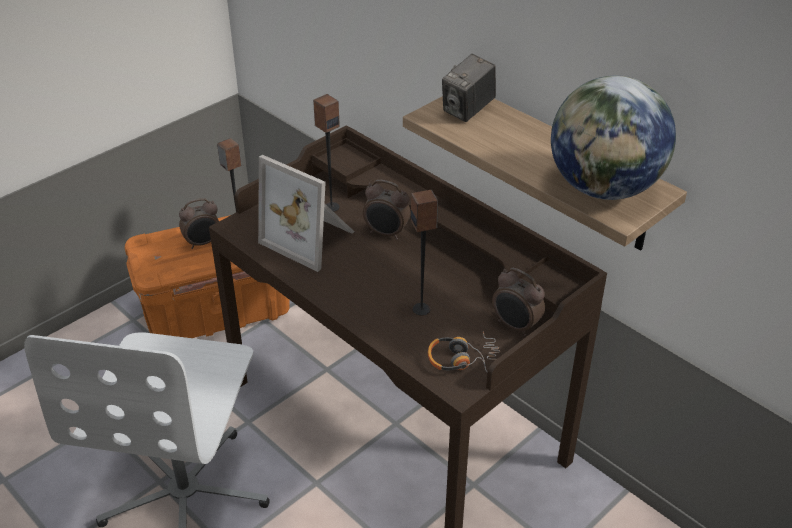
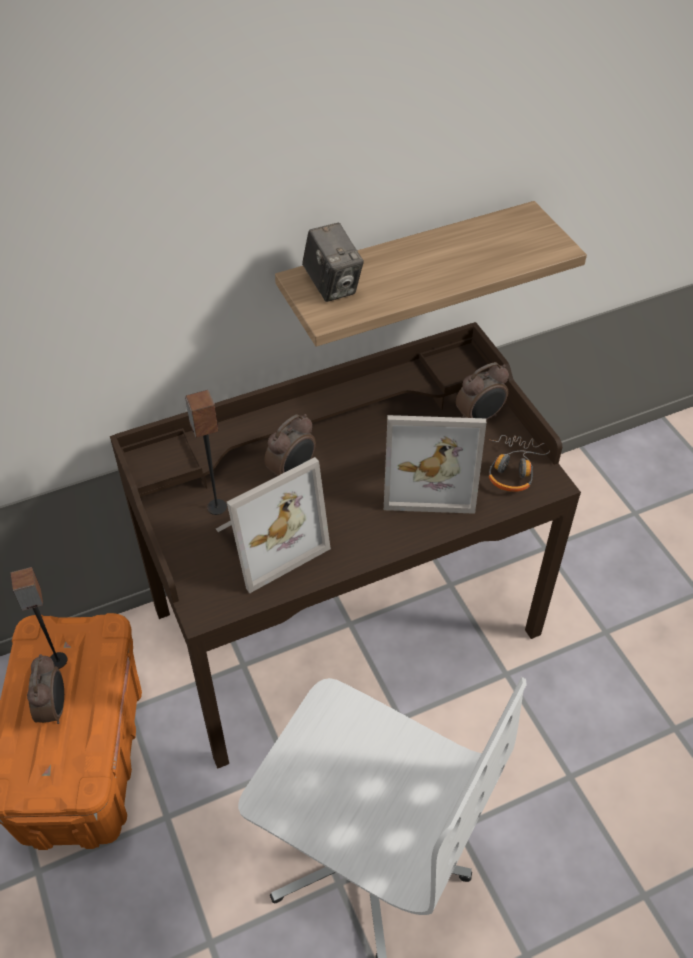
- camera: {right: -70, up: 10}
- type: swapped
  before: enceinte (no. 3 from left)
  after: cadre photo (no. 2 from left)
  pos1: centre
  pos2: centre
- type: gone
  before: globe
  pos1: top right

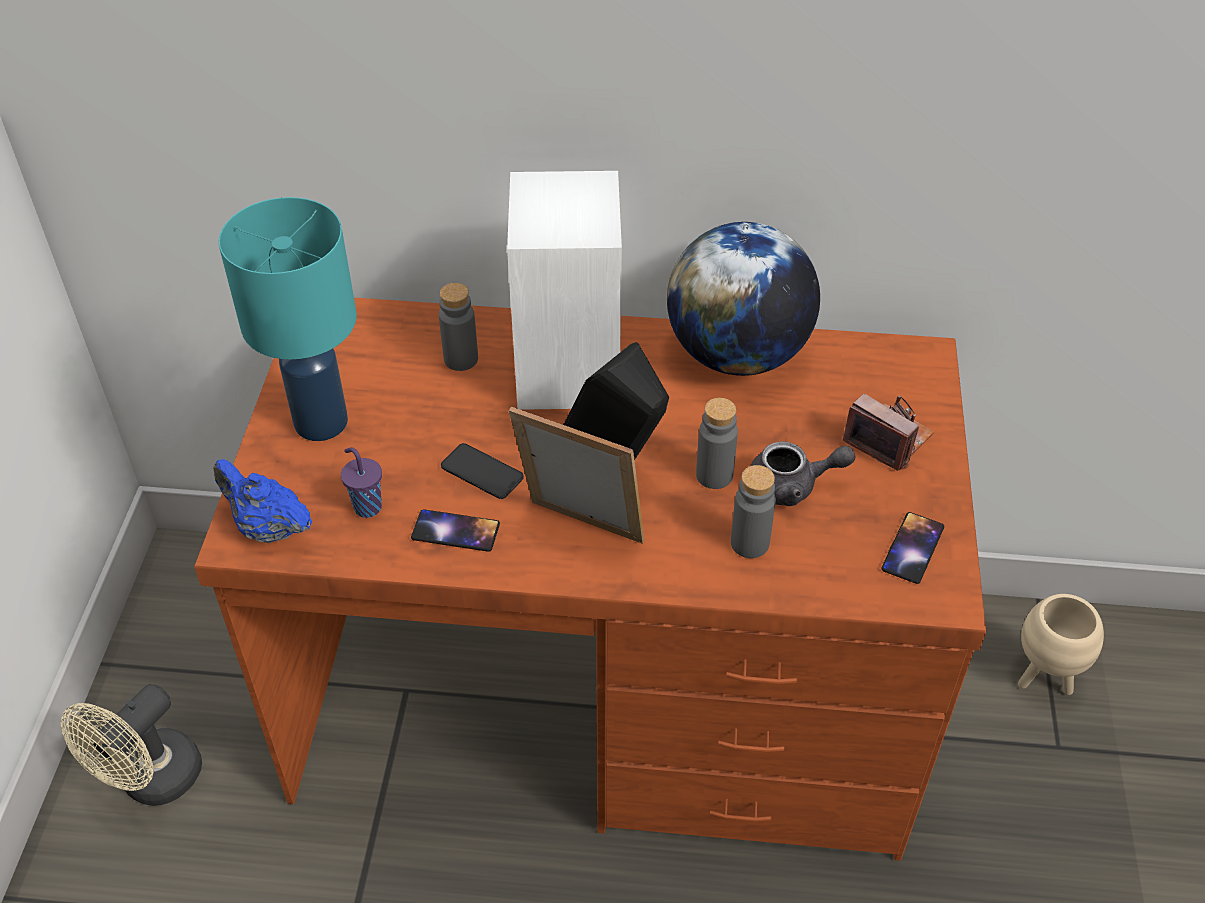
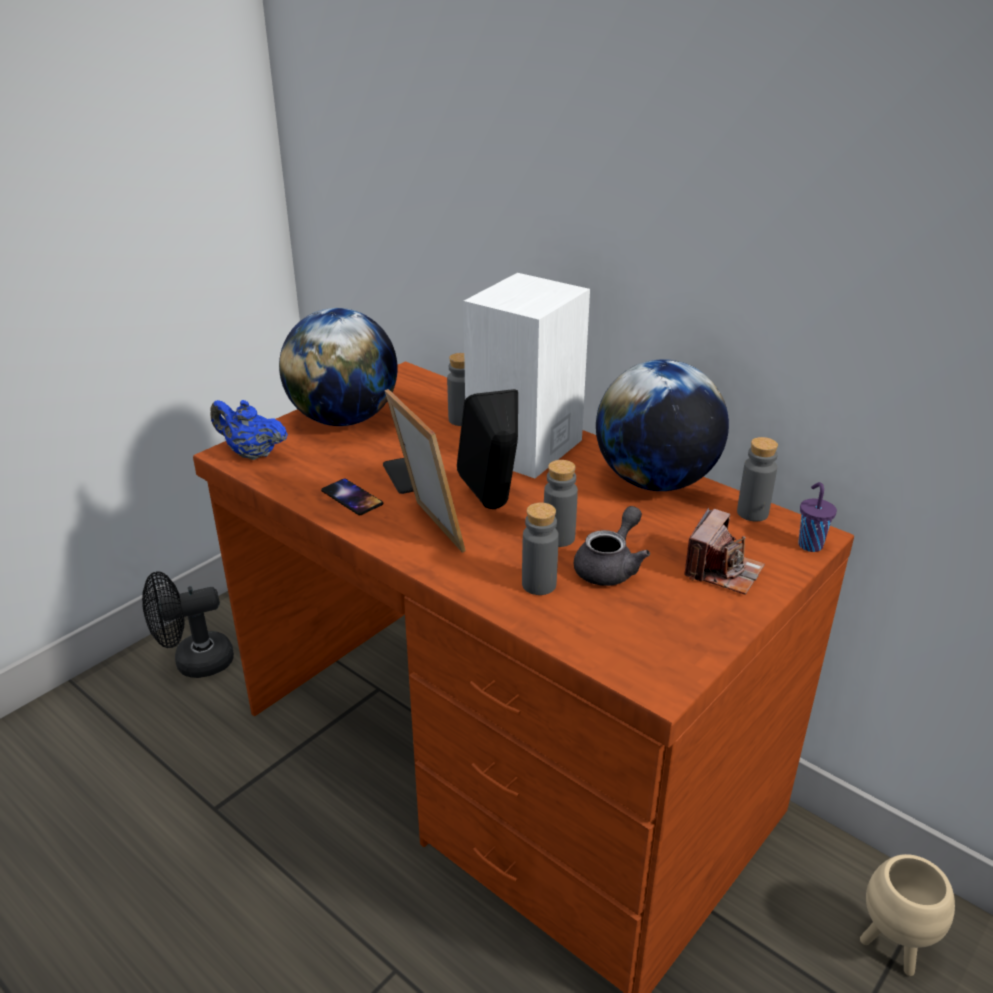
- camera: {right: 35, up: -15}
- type: repainted
  before: ventilateur/beige
  after: ventilateur/noir
  pos1: bottom left
  pos2: middle left
- type: rotated
  before: théière/bleu
  pos1: middle left
  pos2: middle left
  turn: -45
- type: swapped
  before: lampe de table/turquoise
  after: globe (no. 1 from left)
  pos1: middle left
  pos2: centre
- type: rotated
  before: théière/gris
  pos1: centre
  pos2: centre
  turn: -90
- type: rotated
  before: appareil photo
  pos1: middle right
  pos2: middle right
  turn: 45
- type: new
  after: bouteille/gris (no. 4 from left)
  pos2: middle right
- type: shifted
  before: tasse/violet
  pos1: middle left
  pos2: middle right
- type: gone
  before: téléphone (no. 3 from left)
  pos1: middle right

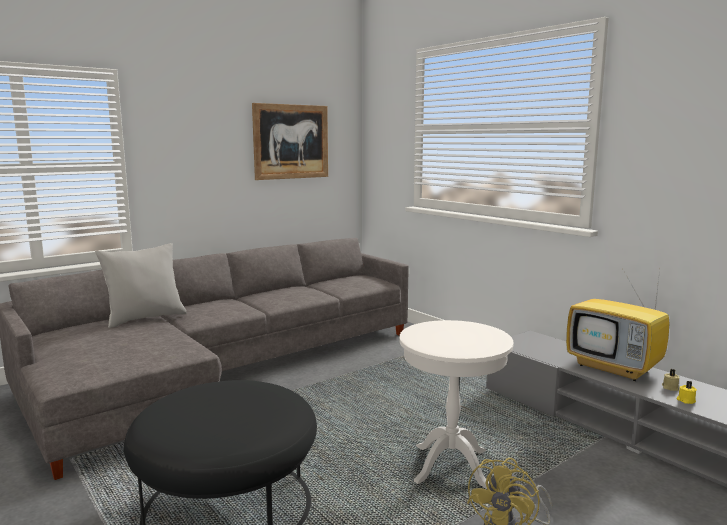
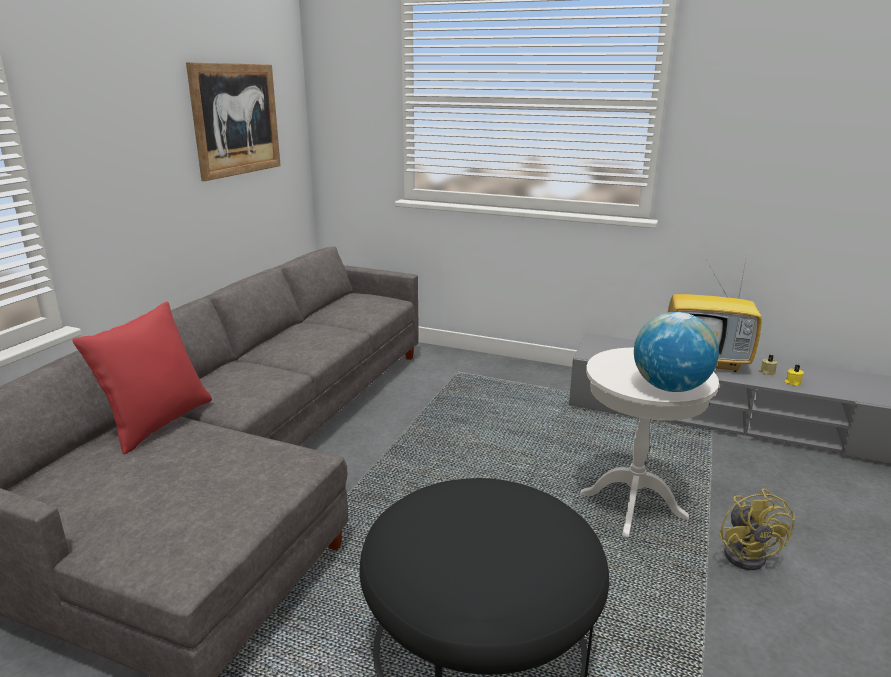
- camera: {right: -30, up: 10}
- type: repainted
  before: coussin/gris
  after: coussin/rouge
  pos1: middle left
  pos2: middle left
- type: new
  after: globe
  pos2: middle right

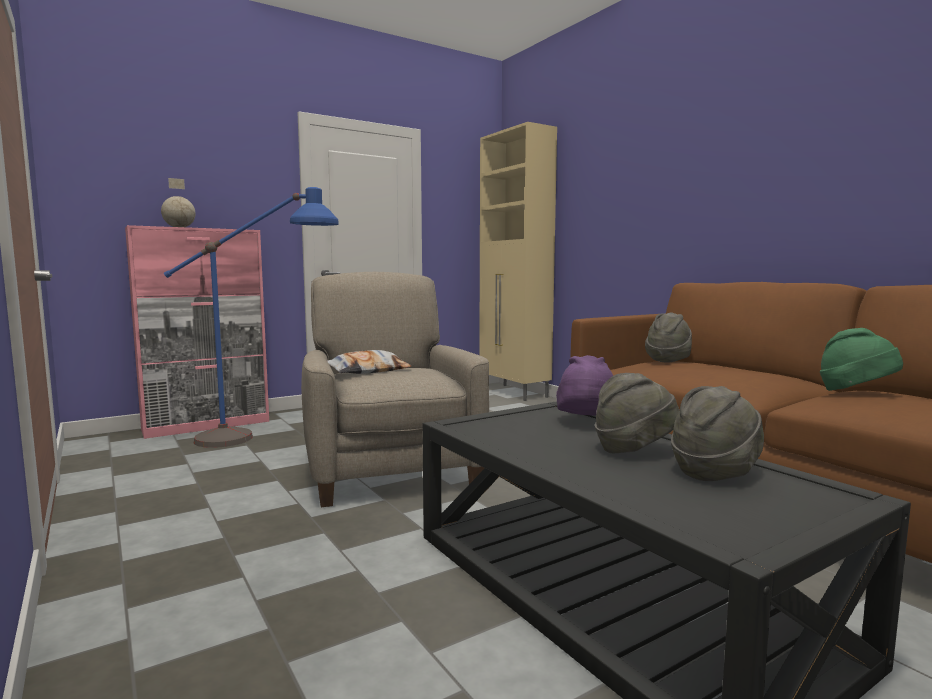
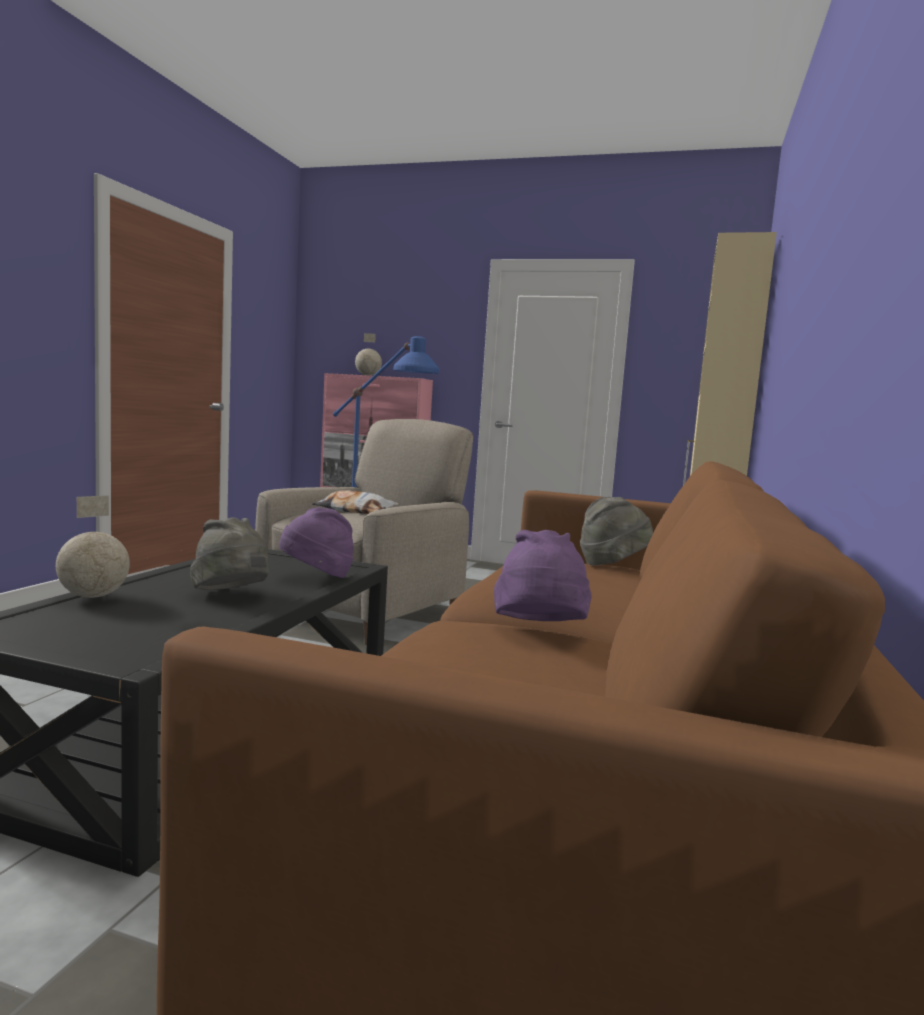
- camera: {right: 50, up: 0}
- type: new
  after: globe (no. 1 from left)
  pos2: middle left
- type: repainted
  before: chapeau/vert
  after: chapeau/violet (no. 2 from left)
  pos1: middle right
  pos2: centre
- type: gone
  before: chapeau/gris (no. 3 from left)
  pos1: middle right

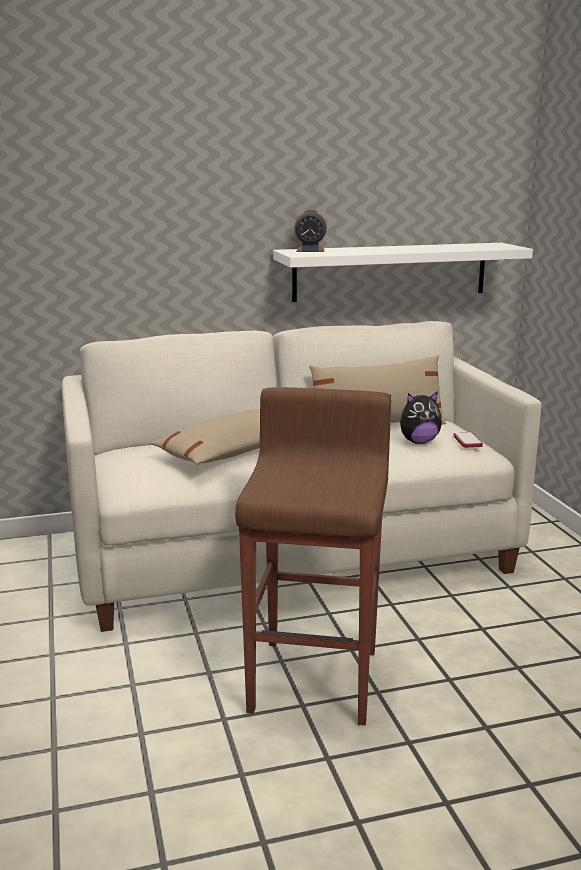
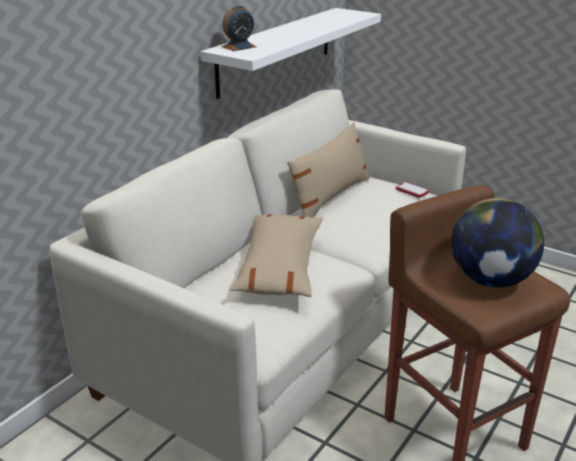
- camera: {right: -40, up: 10}
- type: new
  after: globe
  pos2: middle right
- type: gone
  before: peluche
  pos1: middle right

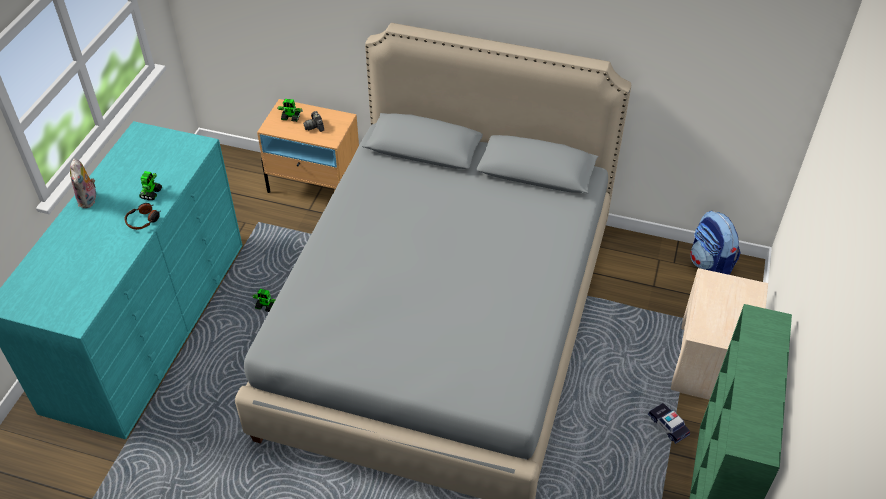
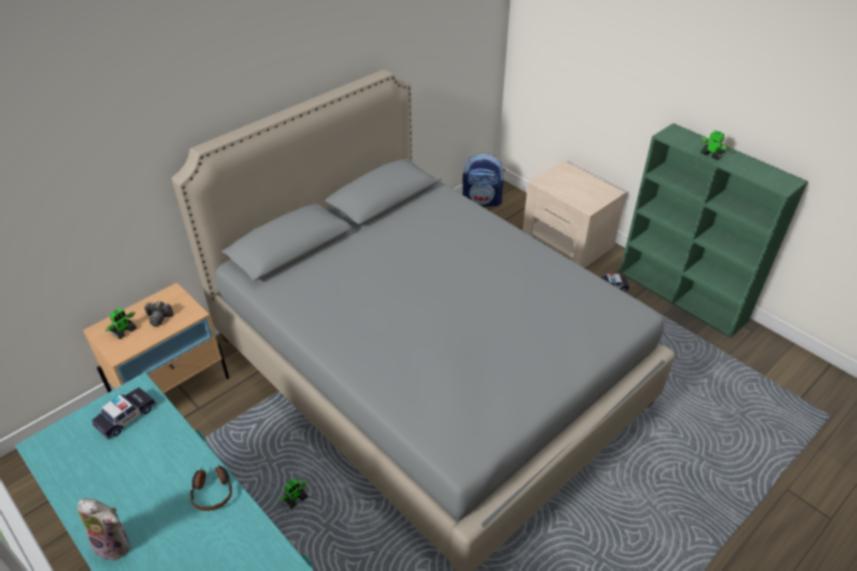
- camera: {right: -60, up: -5}
- type: new
  after: petite voiture (no. 1 from left)
  pos2: bottom left
- type: shifted
  before: robot jouet (no. 1 from left in the first image)
  after: robot jouet (no. 3 from left)
  pos1: middle left
  pos2: top right

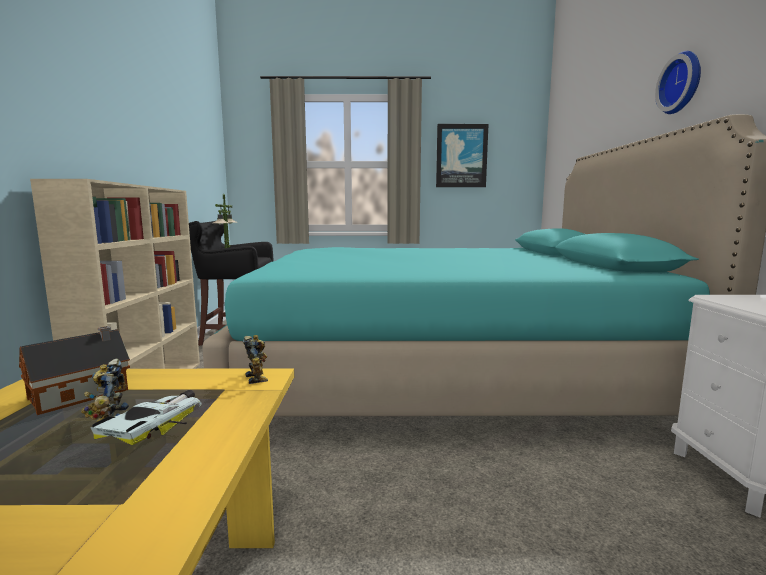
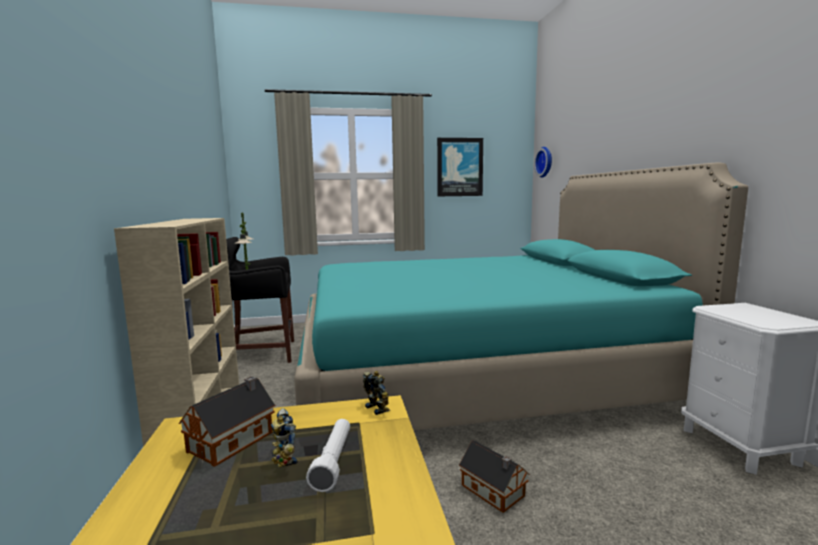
- camera: {right: -10, up: 0}
- type: swapped
  before: petite voiture
  after: lampe de poche/blanc
  pos1: bottom left
  pos2: bottom centre
- type: new
  after: maison miniature (no. 2 from left)
  pos2: bottom centre
- type: shifted
  before: horloge murale
  pos1: top right
  pos2: top centre

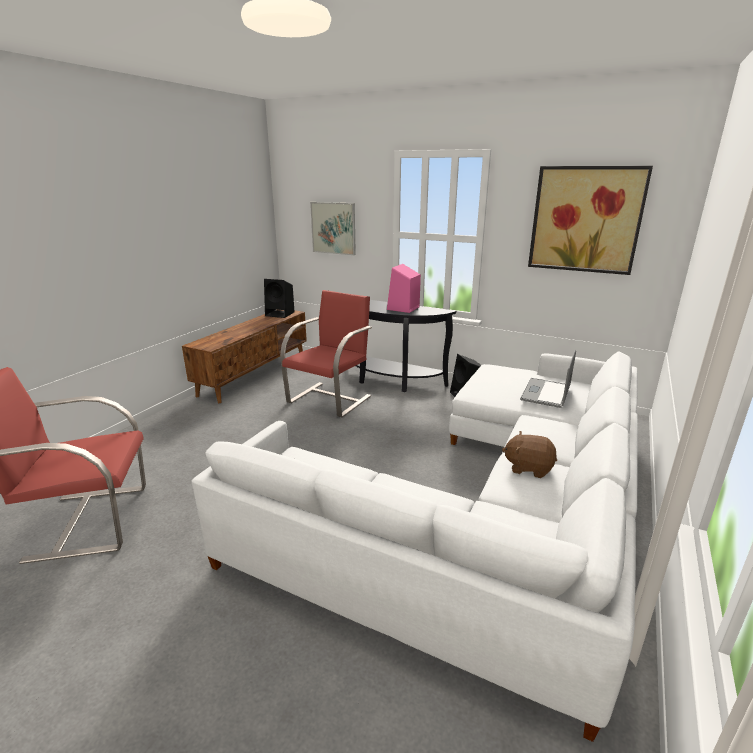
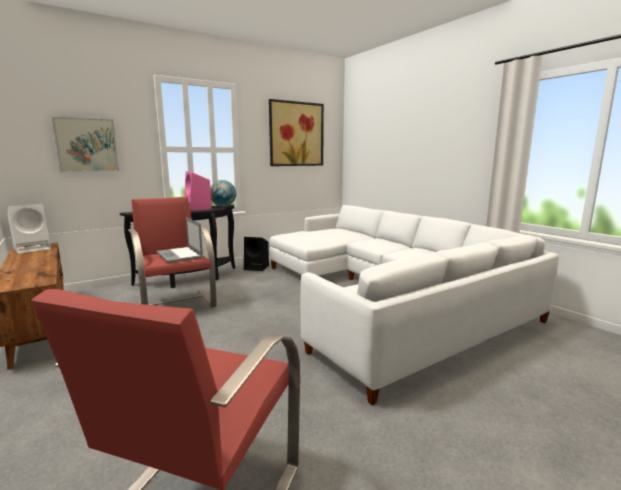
- camera: {right: -60, up: -10}
- type: repainted
  before: enceinte/noir (no. 1 from left)
  after: enceinte/blanc
  pos1: centre
  pos2: middle left
- type: shifted
  before: ordinateur portable
  pos1: middle right
  pos2: middle left
- type: new
  after: globe
  pos2: centre
- type: gone
  before: peluche/marron
  pos1: middle right

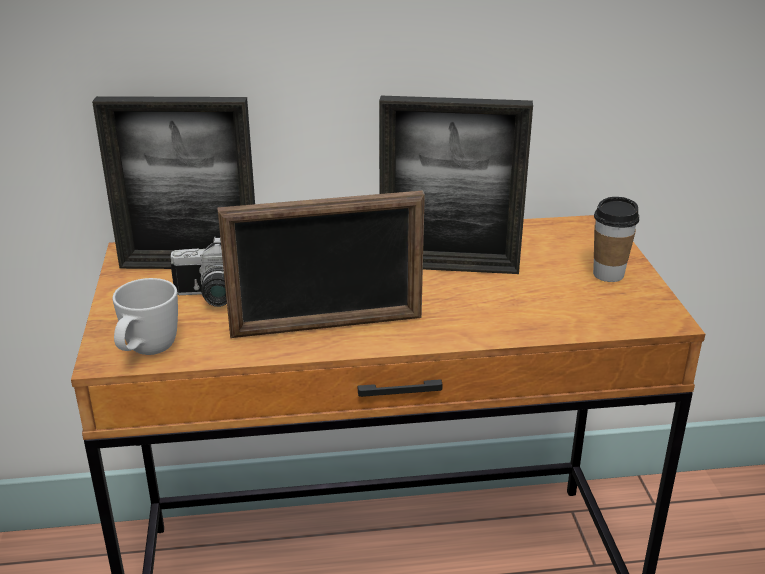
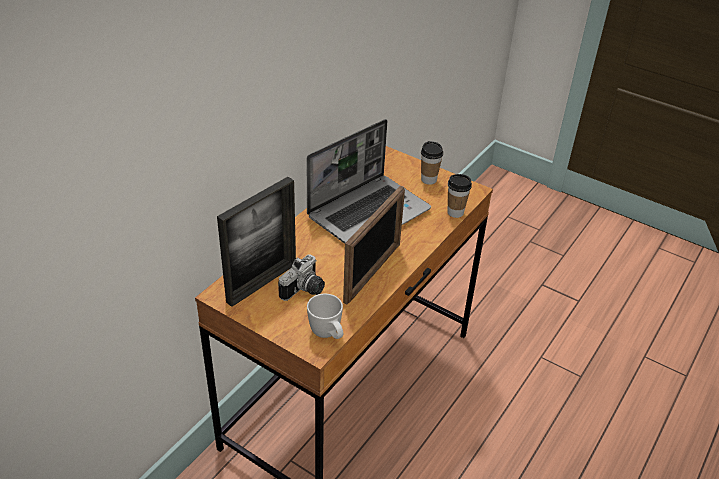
- camera: {right: -50, up: 10}
- type: swapped
  before: cadre photo (no. 3 from left)
  after: ordinateur portable
  pos1: top centre
  pos2: centre
- type: new
  after: tasse (no. 2 from left)
  pos2: centre

